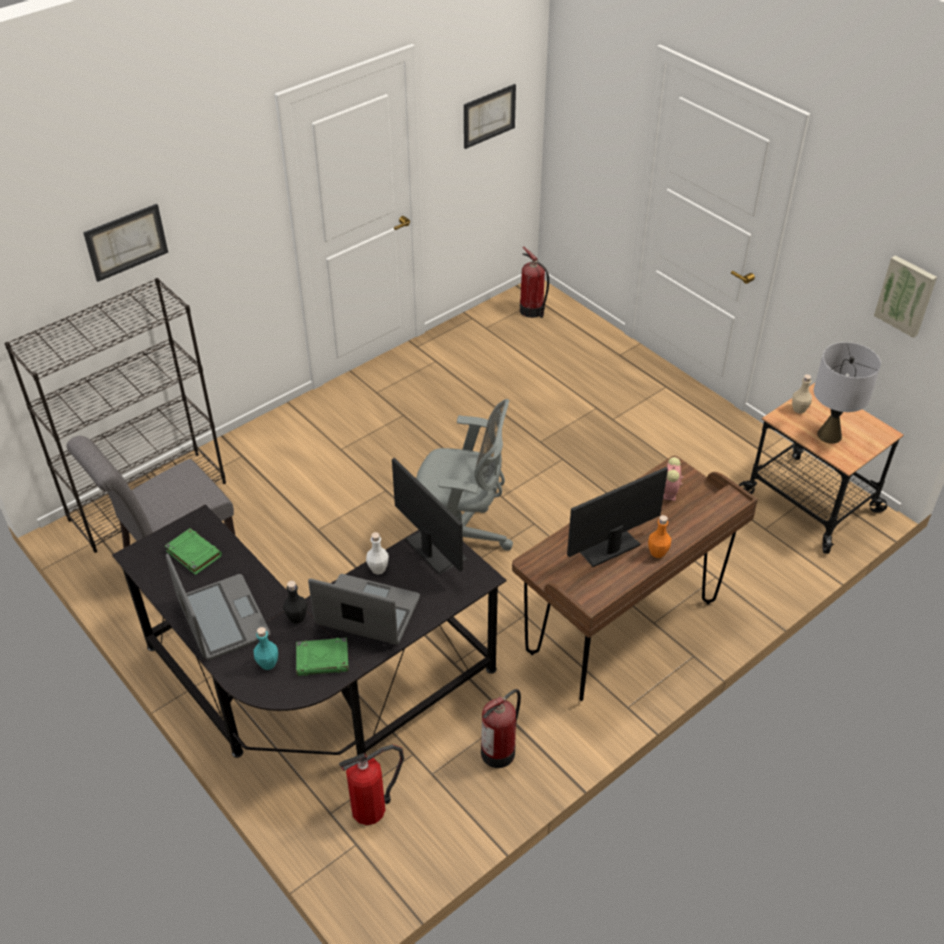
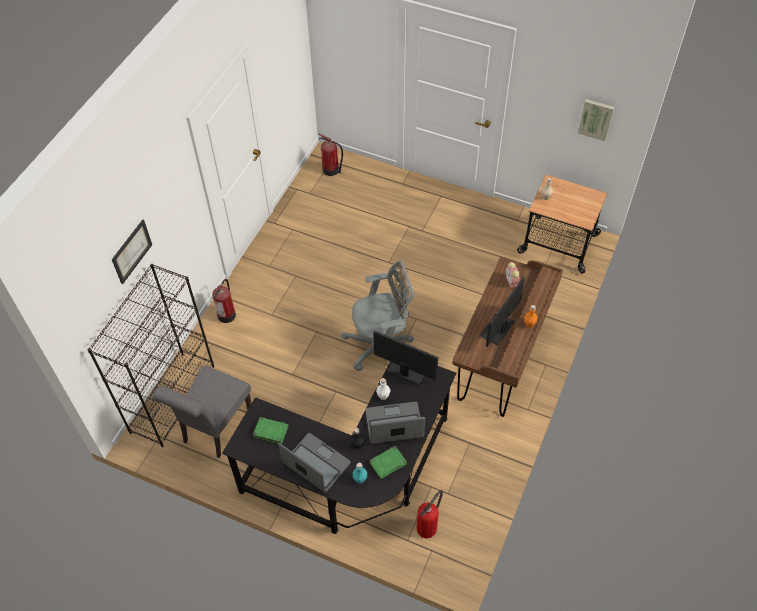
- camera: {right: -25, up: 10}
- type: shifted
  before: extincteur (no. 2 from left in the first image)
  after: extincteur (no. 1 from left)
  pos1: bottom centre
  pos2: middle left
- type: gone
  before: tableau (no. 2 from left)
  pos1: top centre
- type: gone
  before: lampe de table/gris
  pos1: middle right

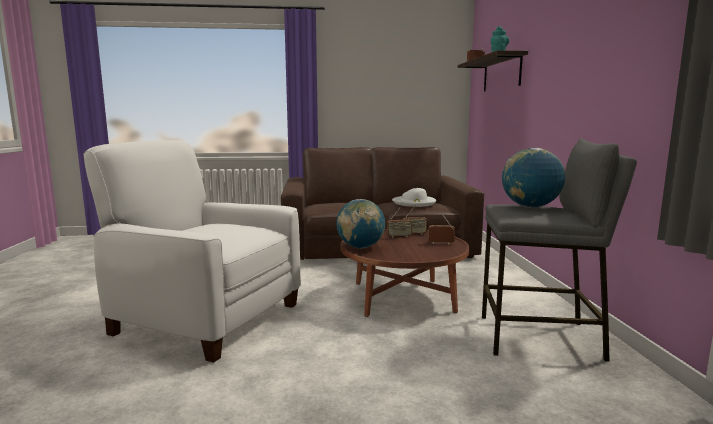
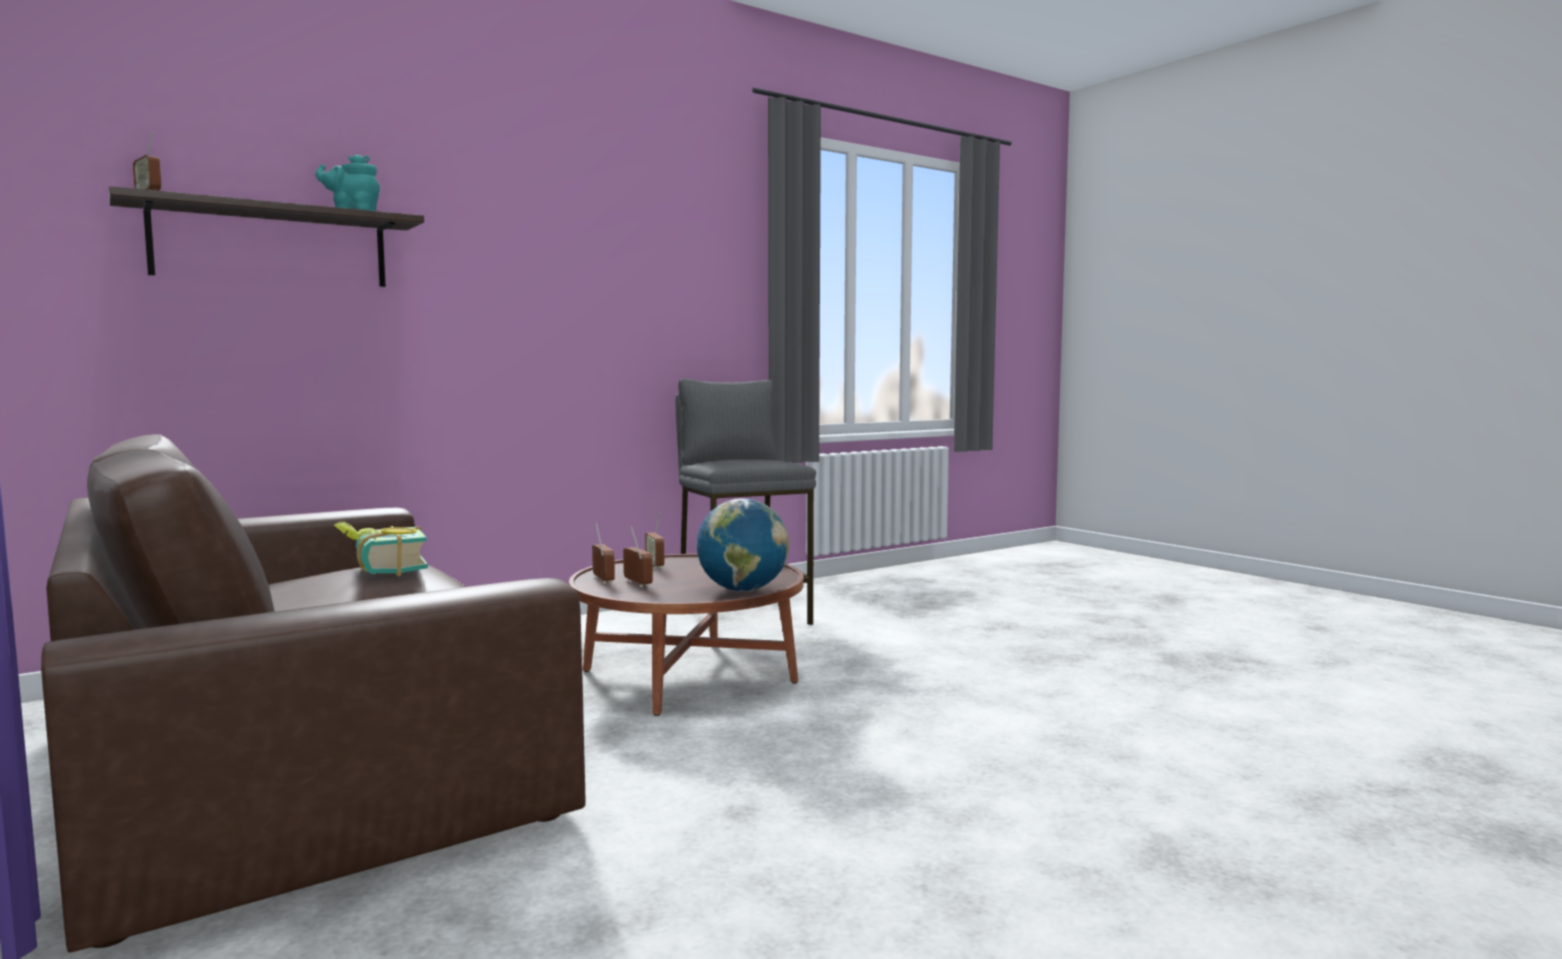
- camera: {right: -120, up: -5}
- type: swapped
  before: chapeau/blanc
  after: livre
  pos1: centre
  pos2: middle left
- type: gone
  before: fauteuil/blanc
  pos1: middle left
- type: gone
  before: globe (no. 2 from left)
  pos1: middle right

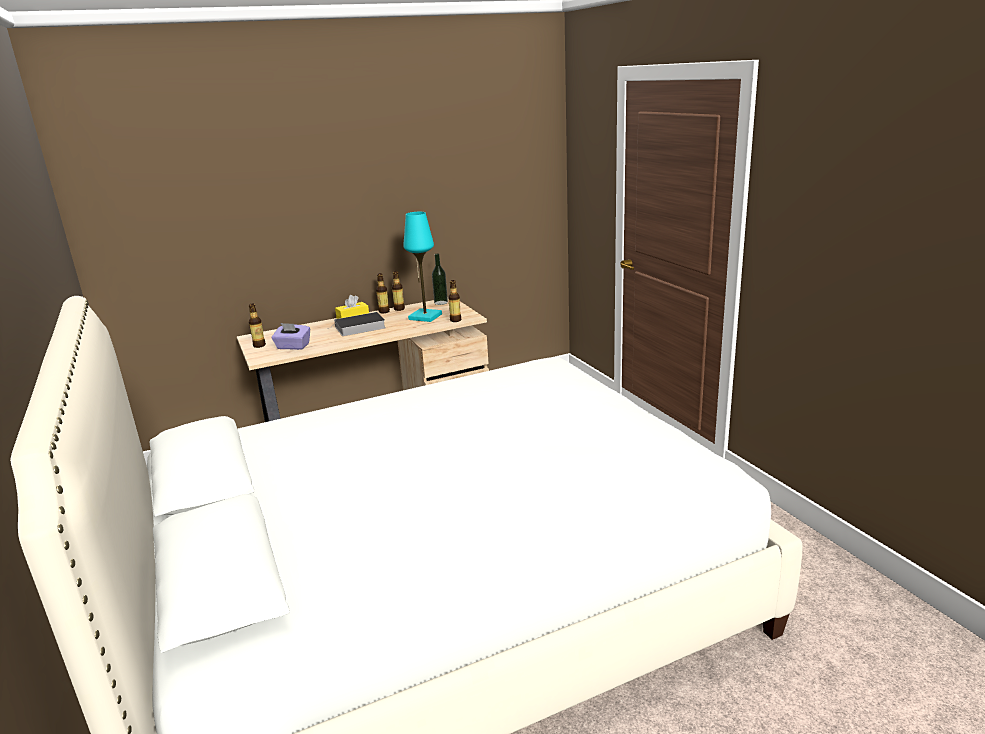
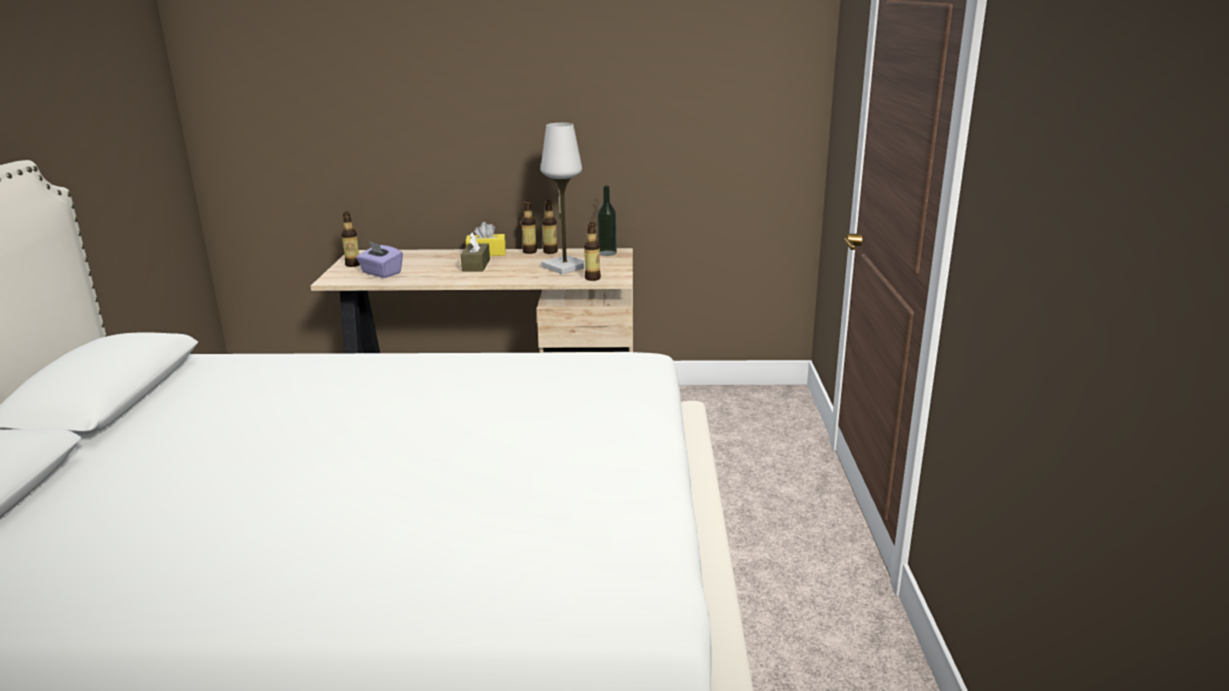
- camera: {right: 25, up: 0}
- type: swapped
  before: livre
  after: boîte à mouchoirs/marron
  pos1: centre
  pos2: centre
- type: repainted
  before: lampe de table/turquoise
  after: lampe de table/blanc
  pos1: centre
  pos2: top centre

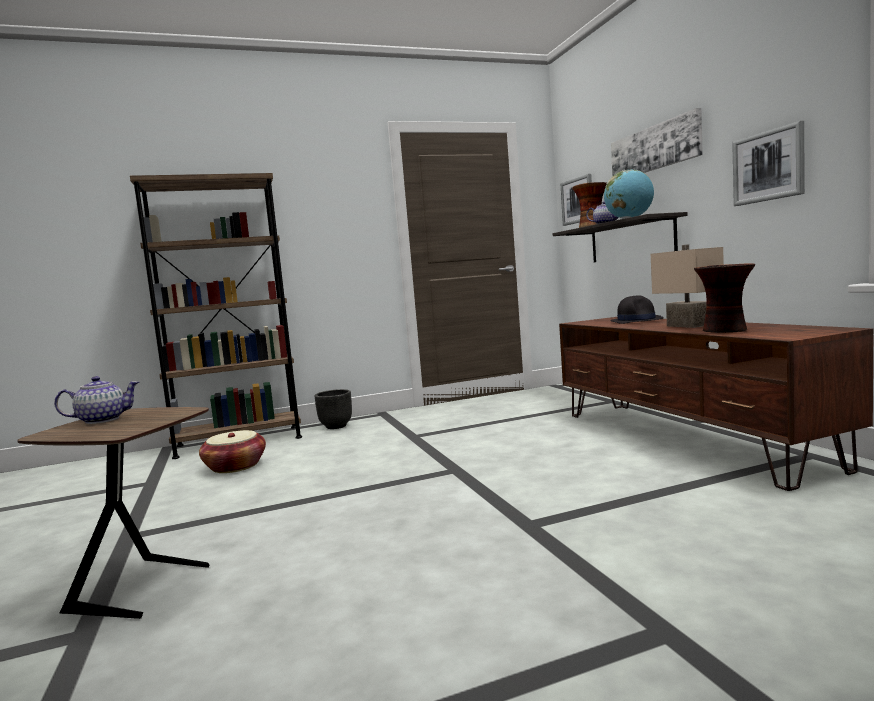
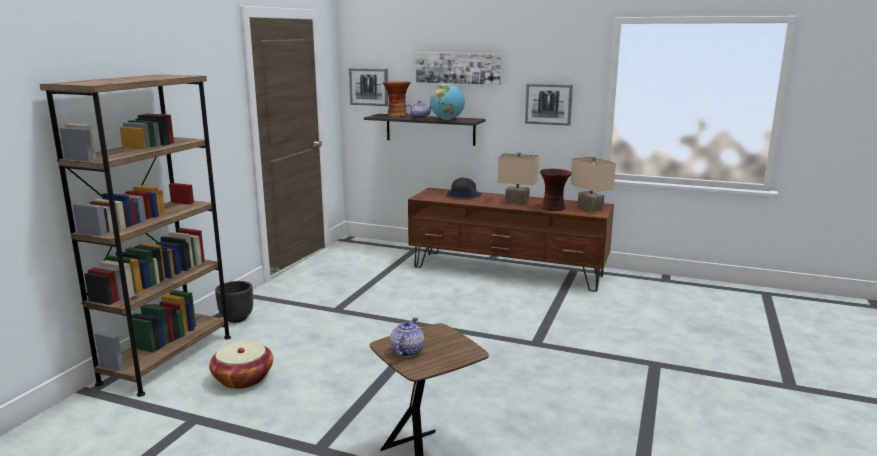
- camera: {right: -50, up: 10}
- type: new
  after: lampe de table/beige (no. 2 from left)
  pos2: middle right

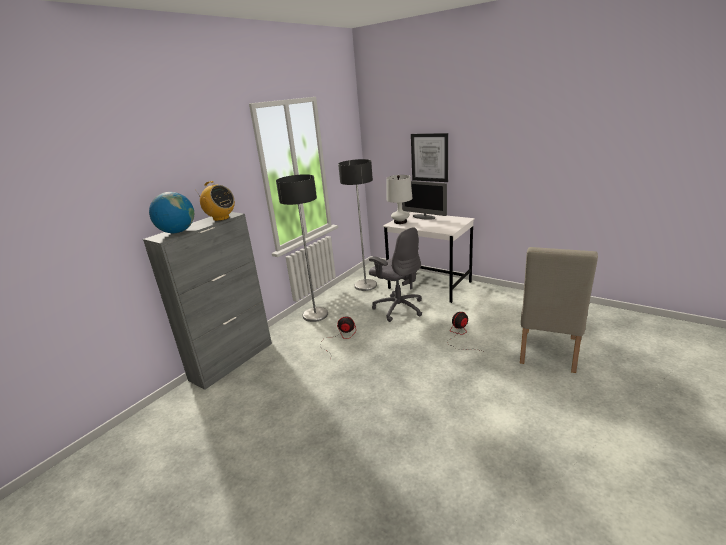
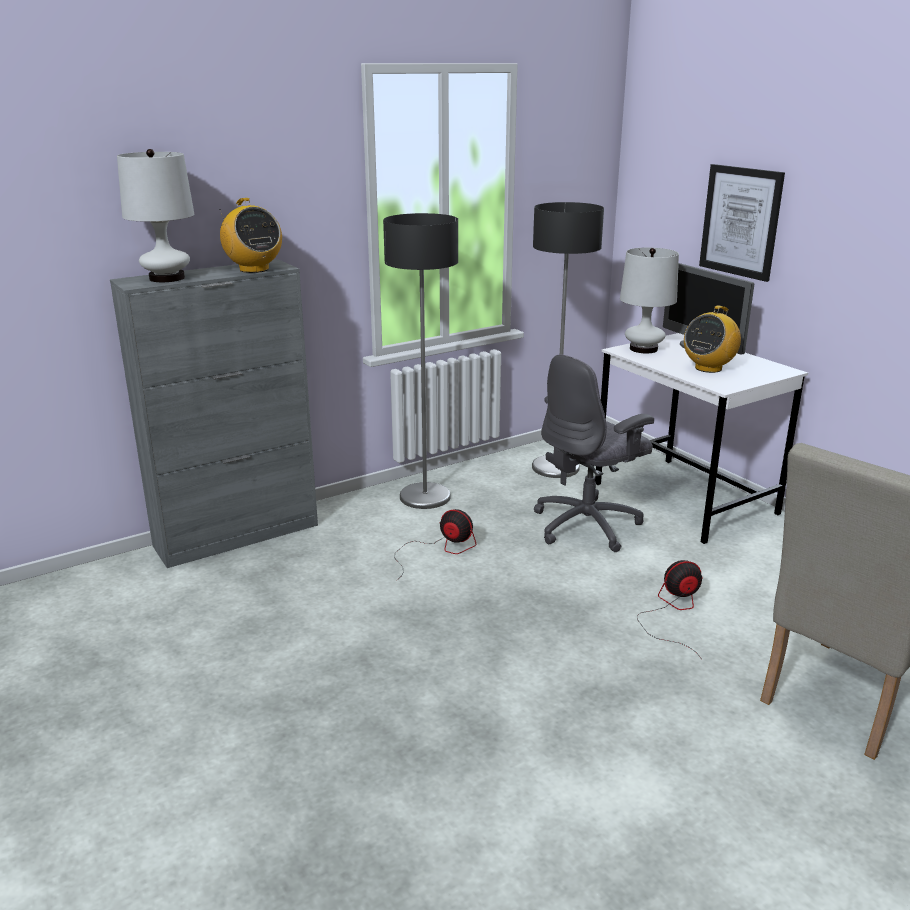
- camera: {right: 20, up: 0}
- type: swapped
  before: globe
  after: lampe de table/blanc (no. 1 from left)
  pos1: middle left
  pos2: top left
- type: rotated
  before: chaise de bureau/gris
  pos1: centre
  pos2: centre
  turn: 75
- type: new
  after: radio (no. 2 from left)
  pos2: middle right

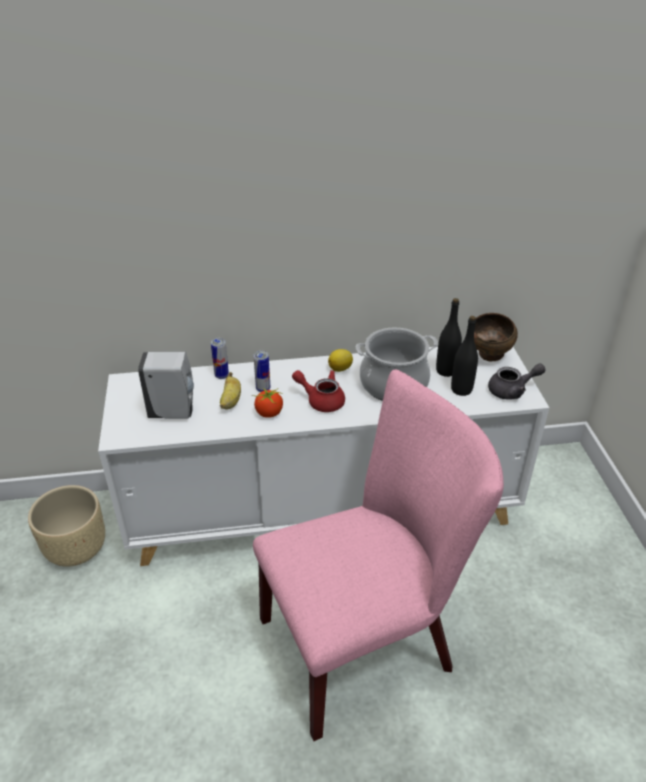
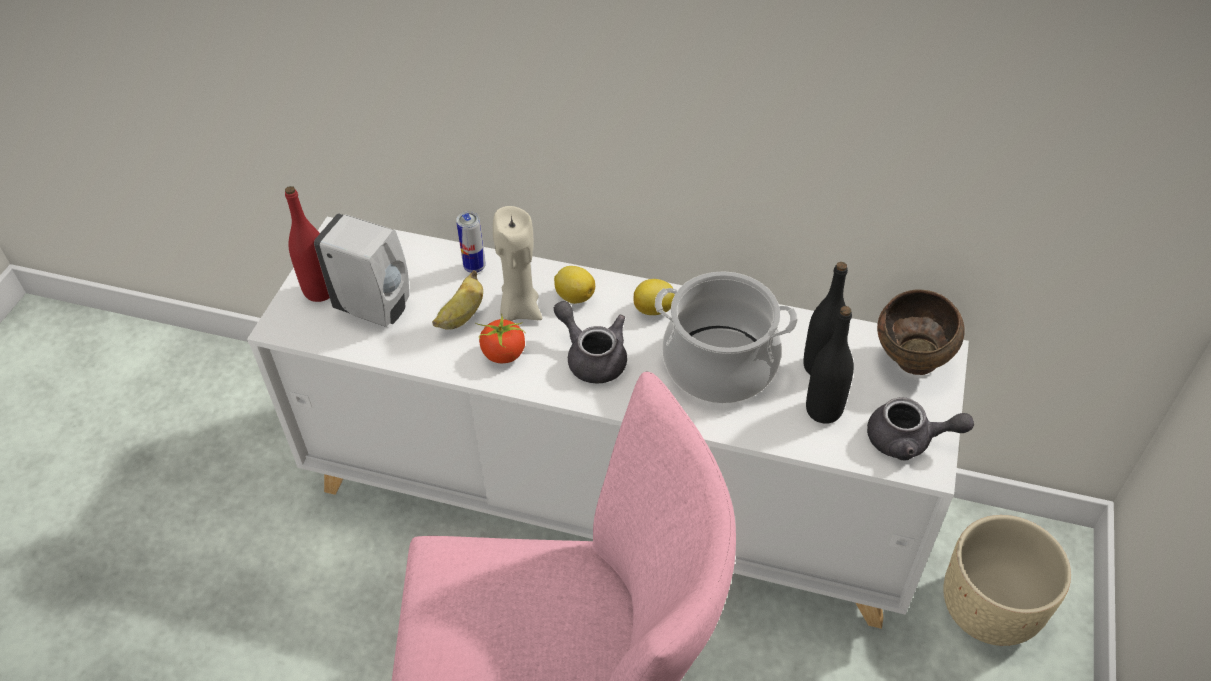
- camera: {right: 25, up: 10}
- type: new
  after: bouteille/rouge
  pos2: middle left
- type: swapped
  before: boîte métallique (no. 2 from left)
  after: bougie/beige
  pos1: centre
  pos2: centre
- type: new
  after: citron (no. 1 from left)
  pos2: centre
- type: repainted
  before: théière/rouge
  after: théière/gris (no. 1 from left)
  pos1: centre
  pos2: centre
- type: shifted
  before: cache-pot/beige
  pos1: bottom left
  pos2: bottom right

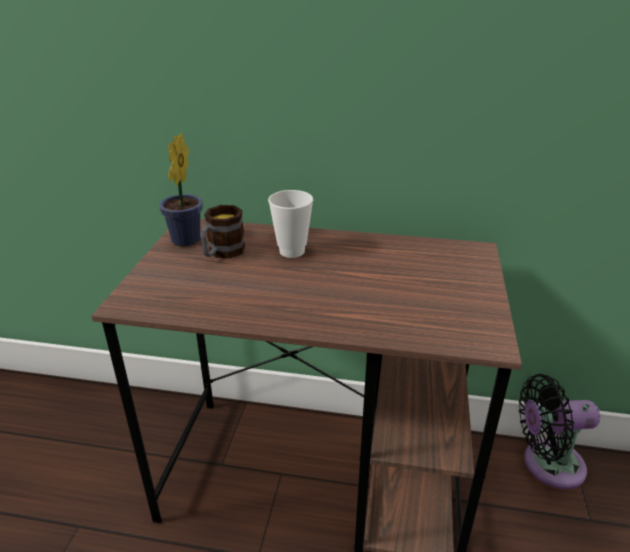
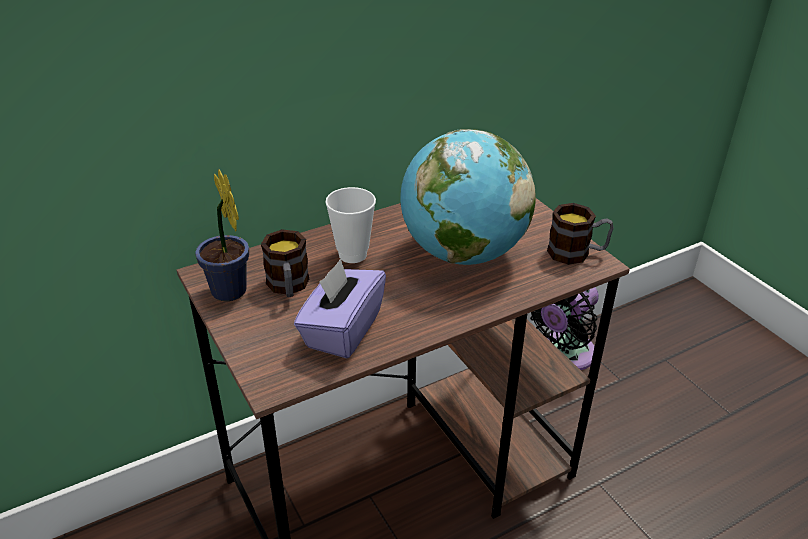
- camera: {right: -40, up: 5}
- type: new
  after: boîte à mouchoirs/violet
  pos2: centre
- type: new
  after: globe
  pos2: centre
- type: new
  after: mug (no. 2 from left)
  pos2: middle right

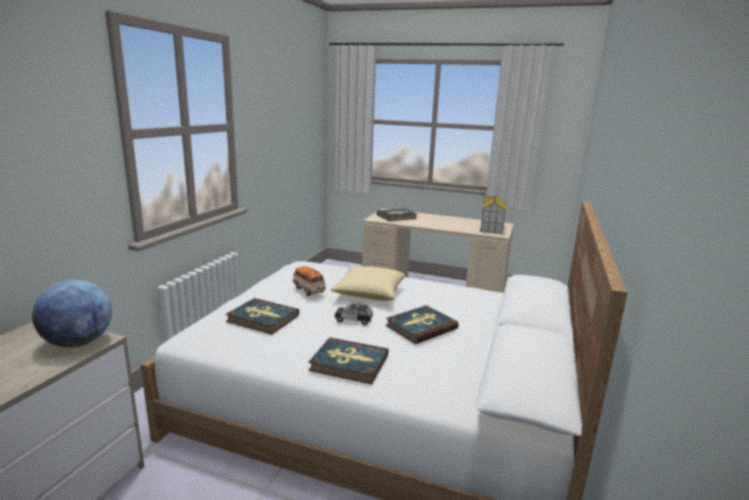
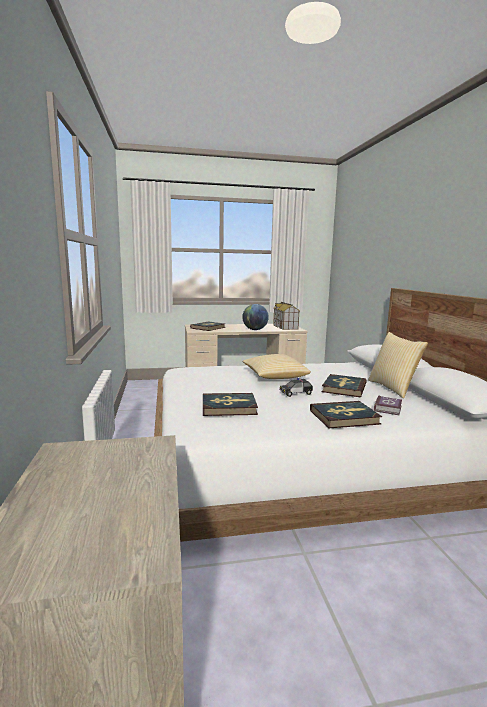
- camera: {right: -30, up: -5}
- type: shifted
  before: globe
  pos1: middle left
  pos2: centre
- type: new
  after: coussin (no. 2 from left)
  pos2: middle right
- type: new
  after: livre (no. 5 from left)
  pos2: middle right
- type: gone
  before: petite voiture (no. 1 from left)
  pos1: centre

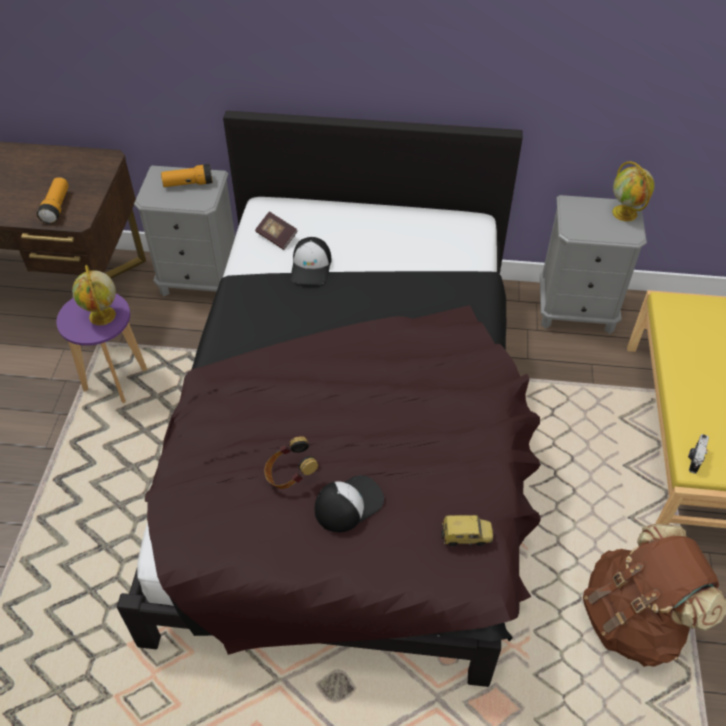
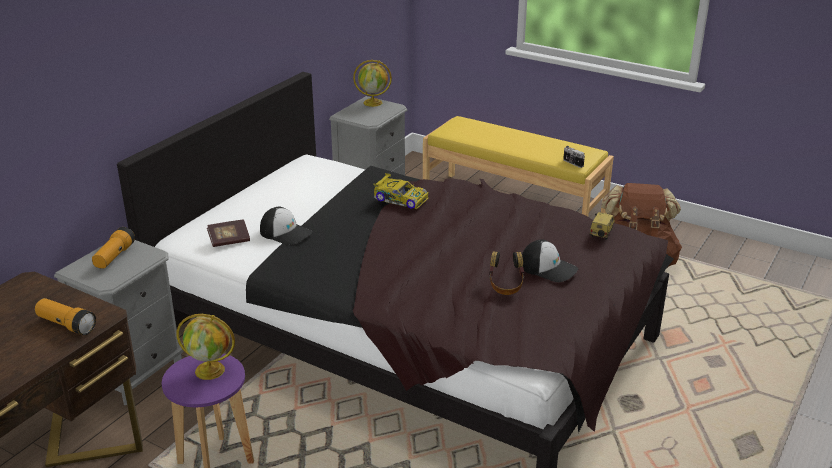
- camera: {right: -65, up: -20}
- type: new
  after: petite voiture (no. 1 from left)
  pos2: centre
- type: rotated
  before: casquette (no. 2 from left)
  pos1: bottom centre
  pos2: centre
  turn: 135

